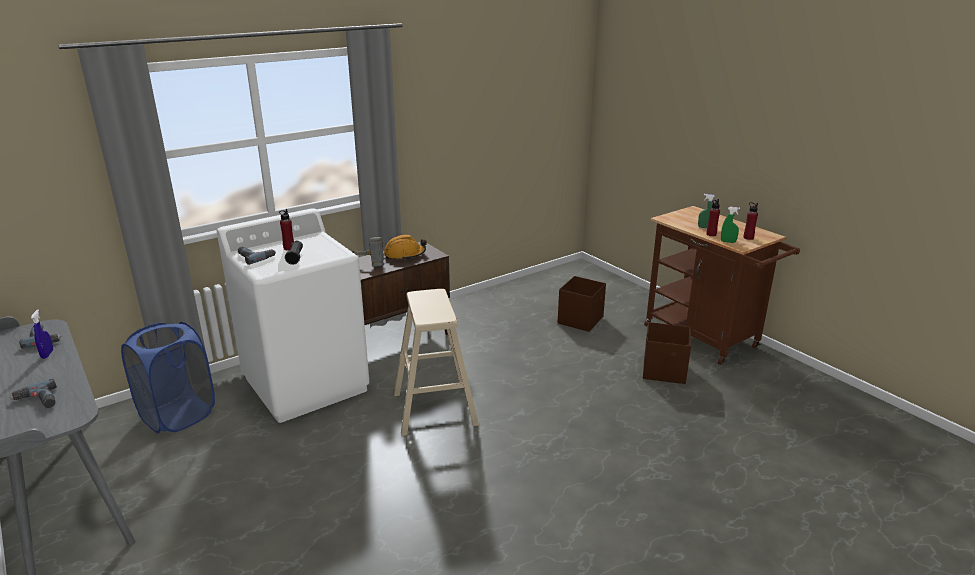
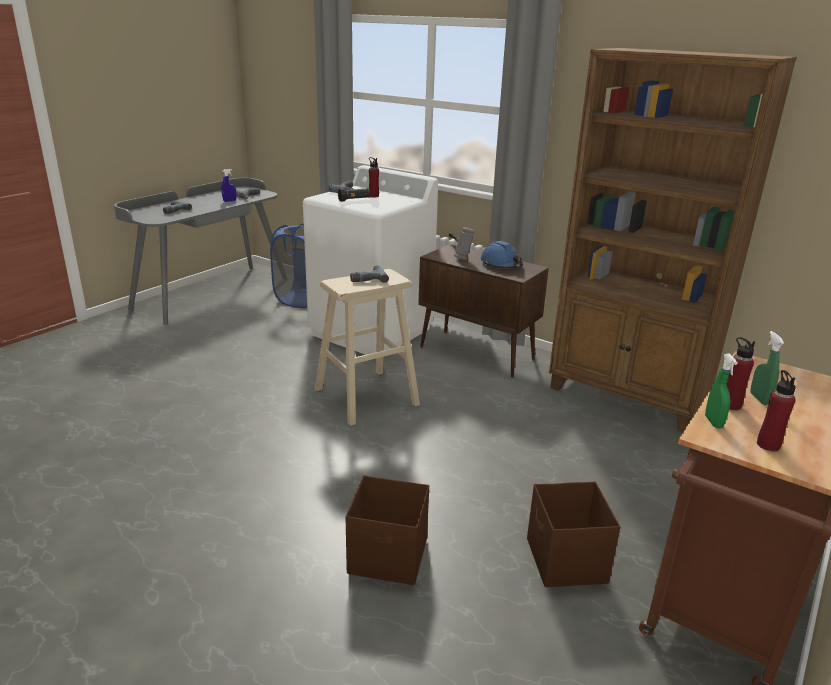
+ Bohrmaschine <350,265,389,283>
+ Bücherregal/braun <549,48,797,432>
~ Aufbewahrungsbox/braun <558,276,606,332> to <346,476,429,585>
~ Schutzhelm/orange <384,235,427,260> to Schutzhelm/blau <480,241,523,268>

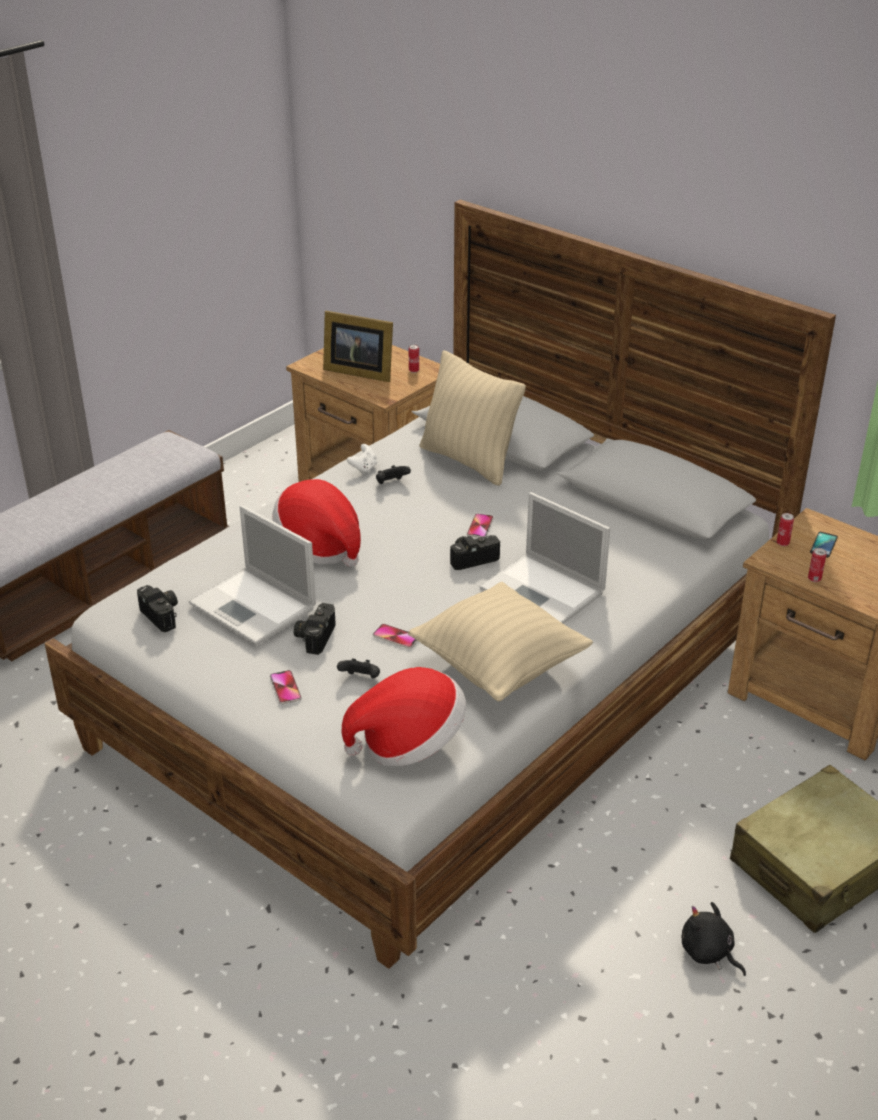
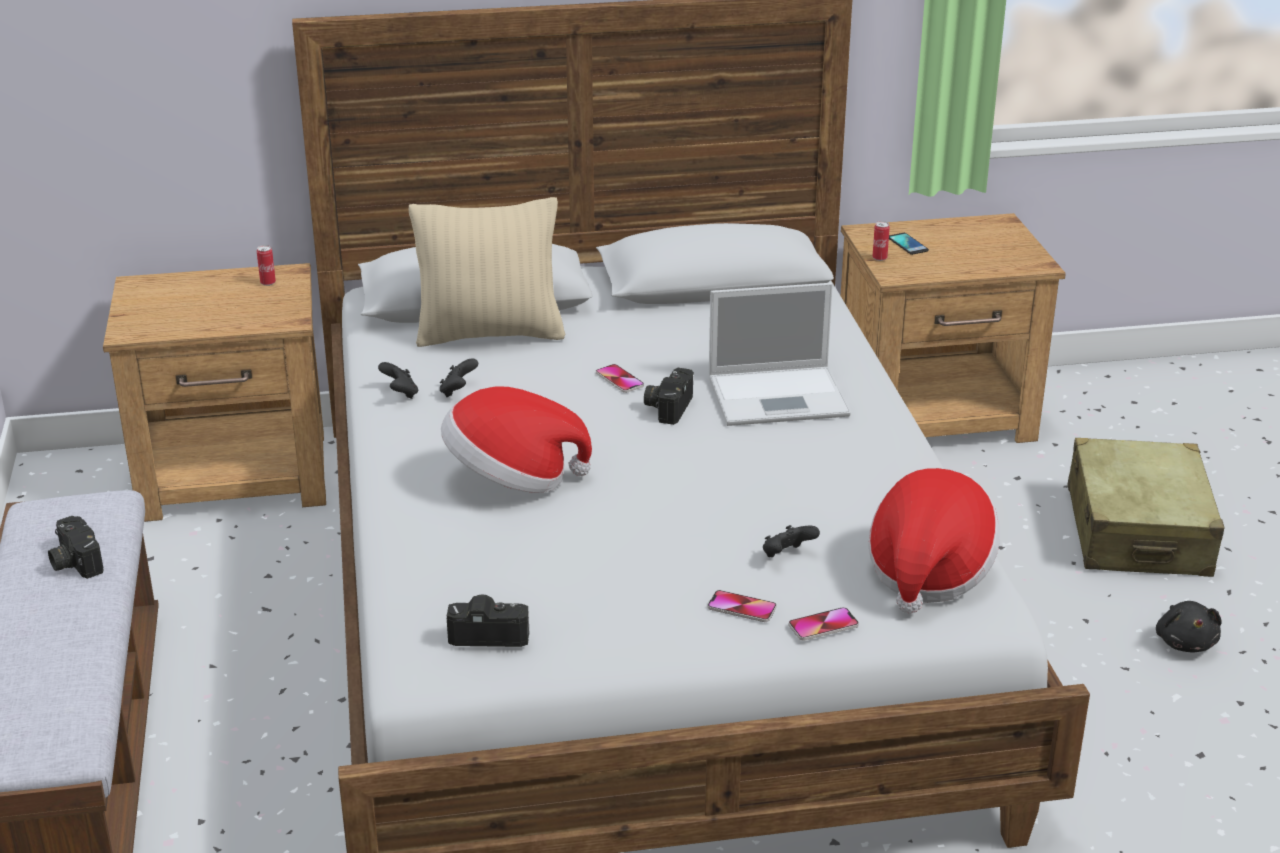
- Laptop <189,505,316,645>
- Bilderrahmen <323,311,393,382>
- Kissen/beige <408,582,593,701>
- Dose <808,548,826,582>
~ Kamera <294,603,336,655> to <48,516,103,579>
~ Handy <373,624,418,649> to <789,607,859,640>
~ Gamepad/weiß <347,444,377,475> to Gamepad/schwarz <378,362,418,399>
~ Plüschtier/schwarz <681,902,746,976> = <1156,601,1222,652> 90 degrees counterclockwise

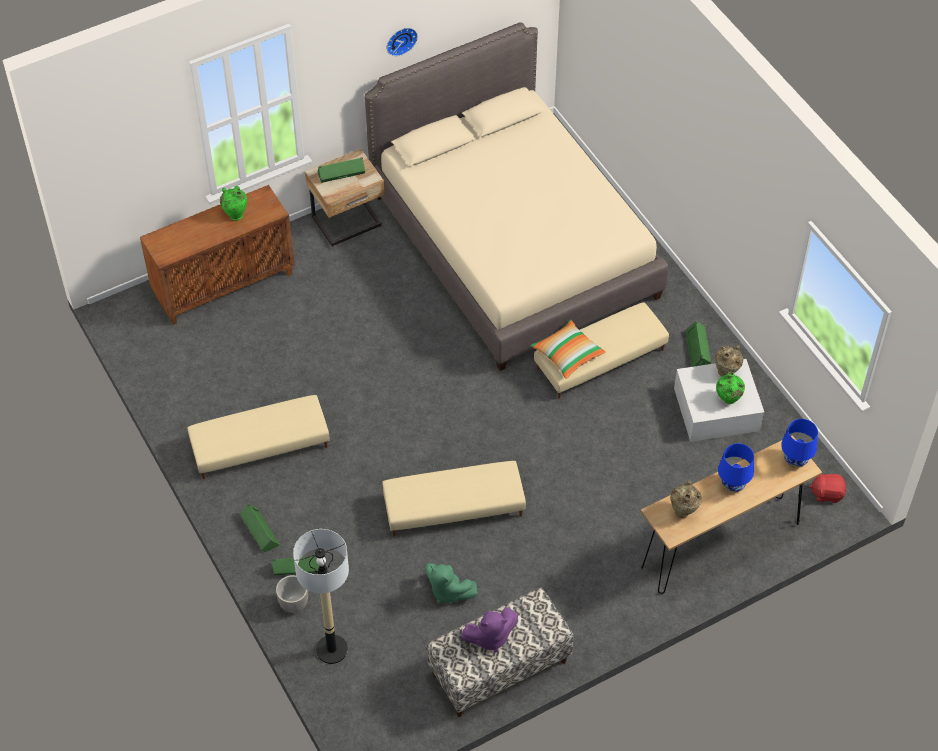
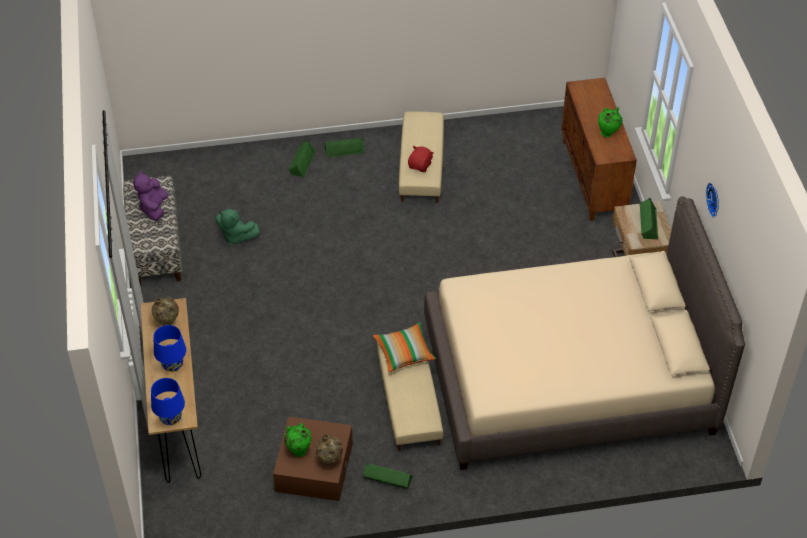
- Pflanzkübel <276,575,308,613>
- Stehlampe <293,529,349,664>
- Polsterhocker/beige <382,461,526,536>
~ Plüschtier/rot <809,474,846,503> to <408,146,434,172>
~ Aufbewahrungsbox/weiß <674,359,764,442> to Aufbewahrungsbox/braun <273,417,353,501>
~ Plüschtier/grün <425,563,478,604> = <215,209,260,246> 120 degrees counterclockwise

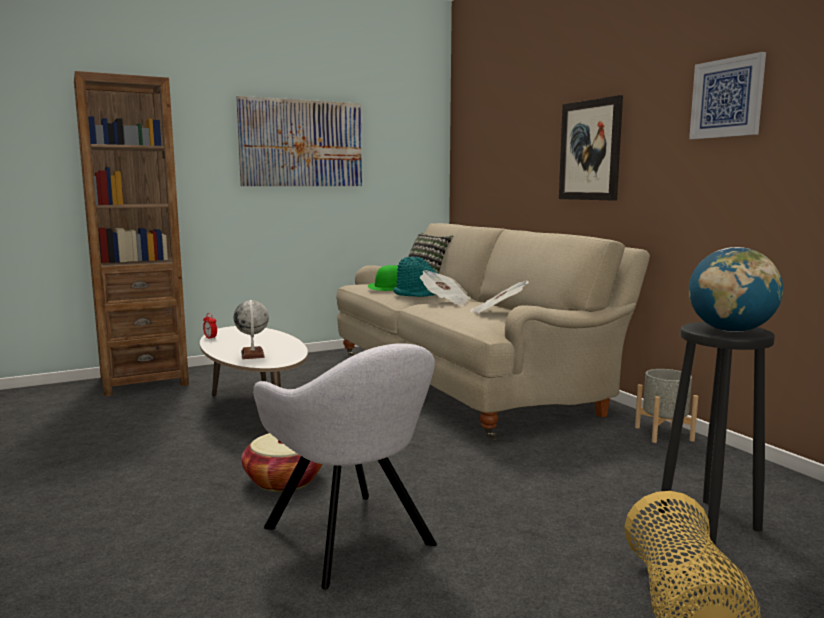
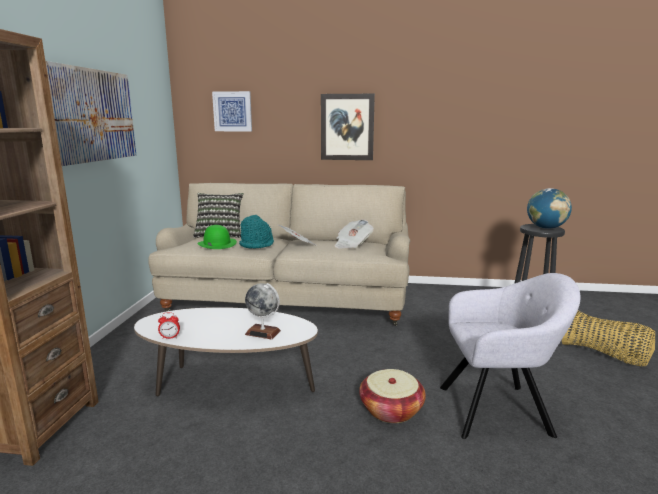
- Pflanzkübel/grau <635,369,698,443>
~ Bild <689,52,766,139> to <212,91,252,131>

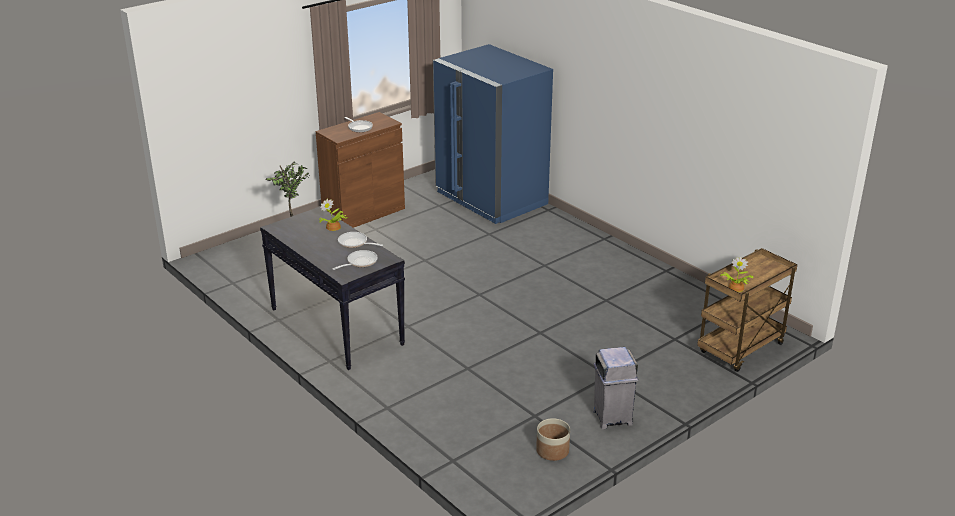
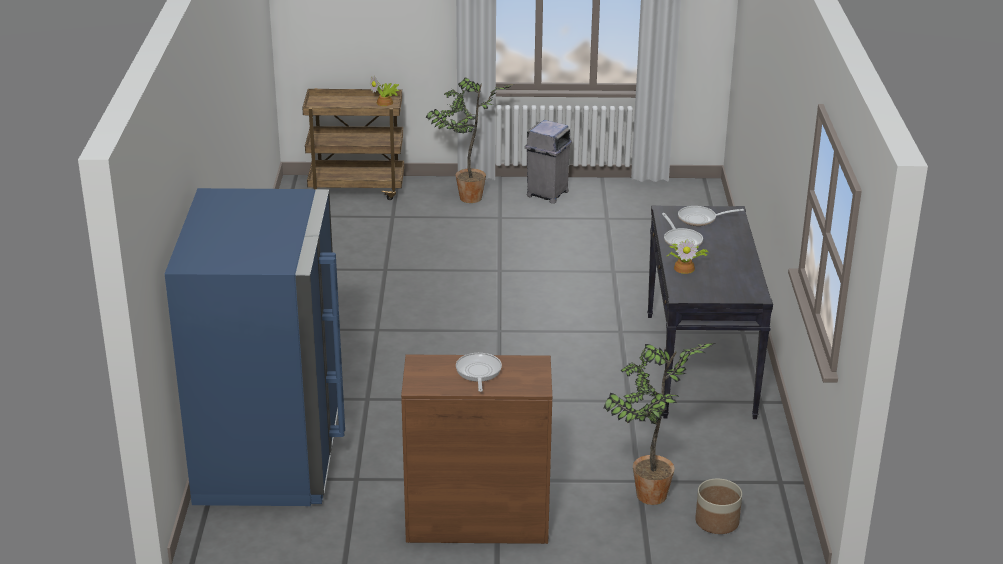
+ Topfpflanze <426,78,510,203>
~ Pflanzkübel <536,418,570,461> to <695,479,742,534>

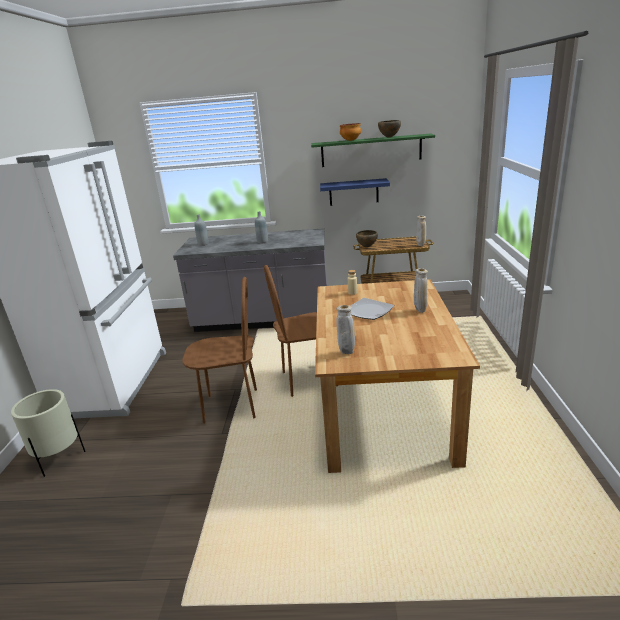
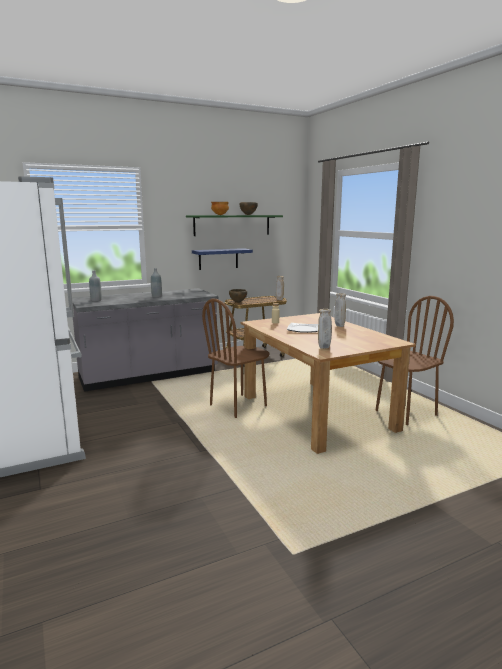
- Pflanzkübel/beige <11,389,85,477>
~ Stuhl/braun <182,277,257,424> to <375,296,454,425>

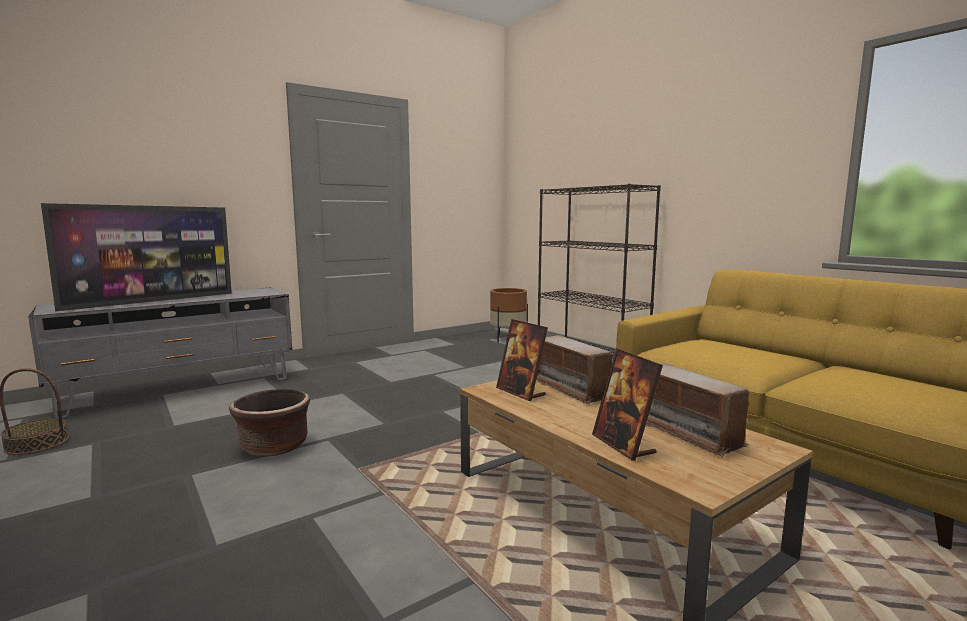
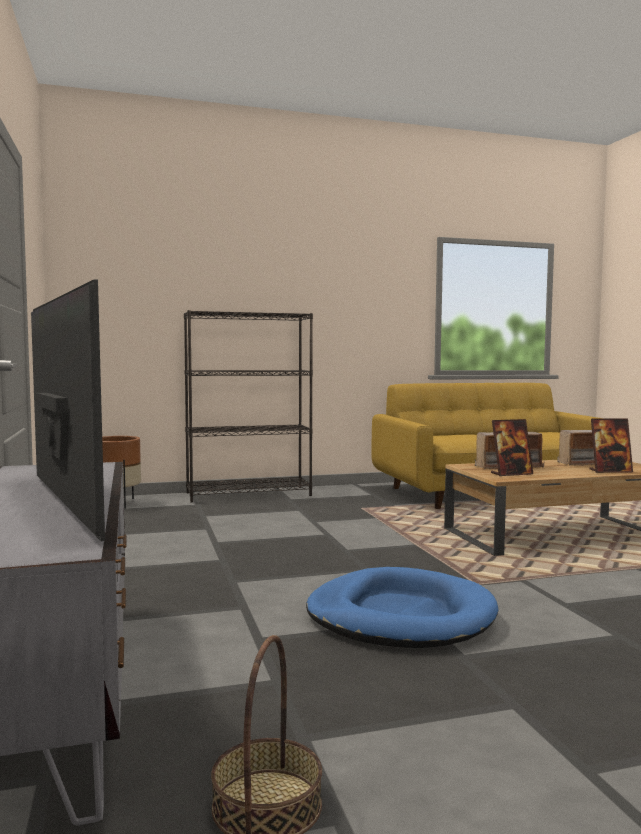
~ Pflanzkübel/braun <229,389,310,456> to Hundebett/blau <306,567,499,648>

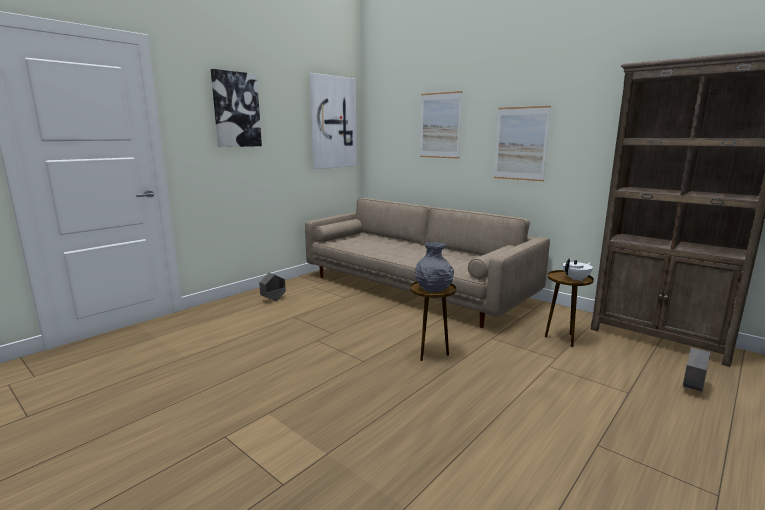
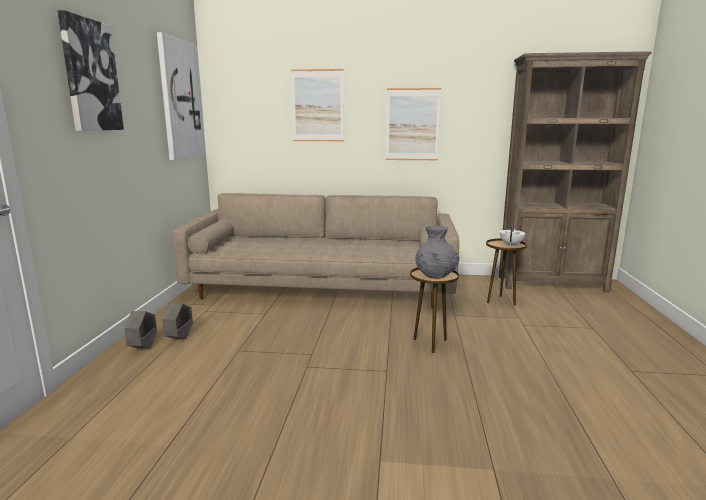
~ Pflanzkübel/grau <683,348,711,392> to <124,311,157,348>

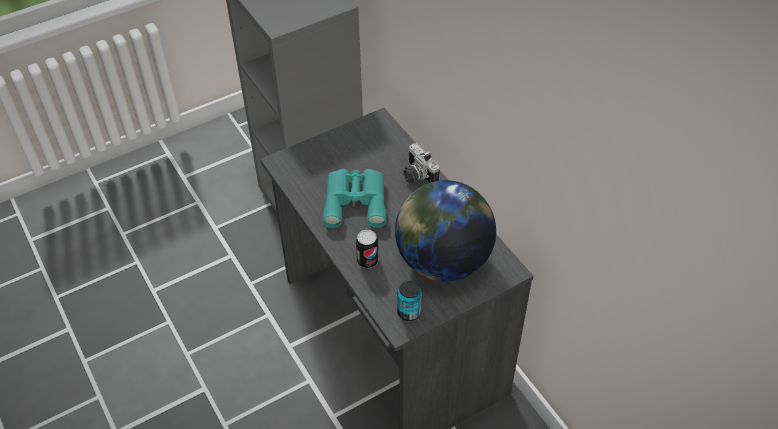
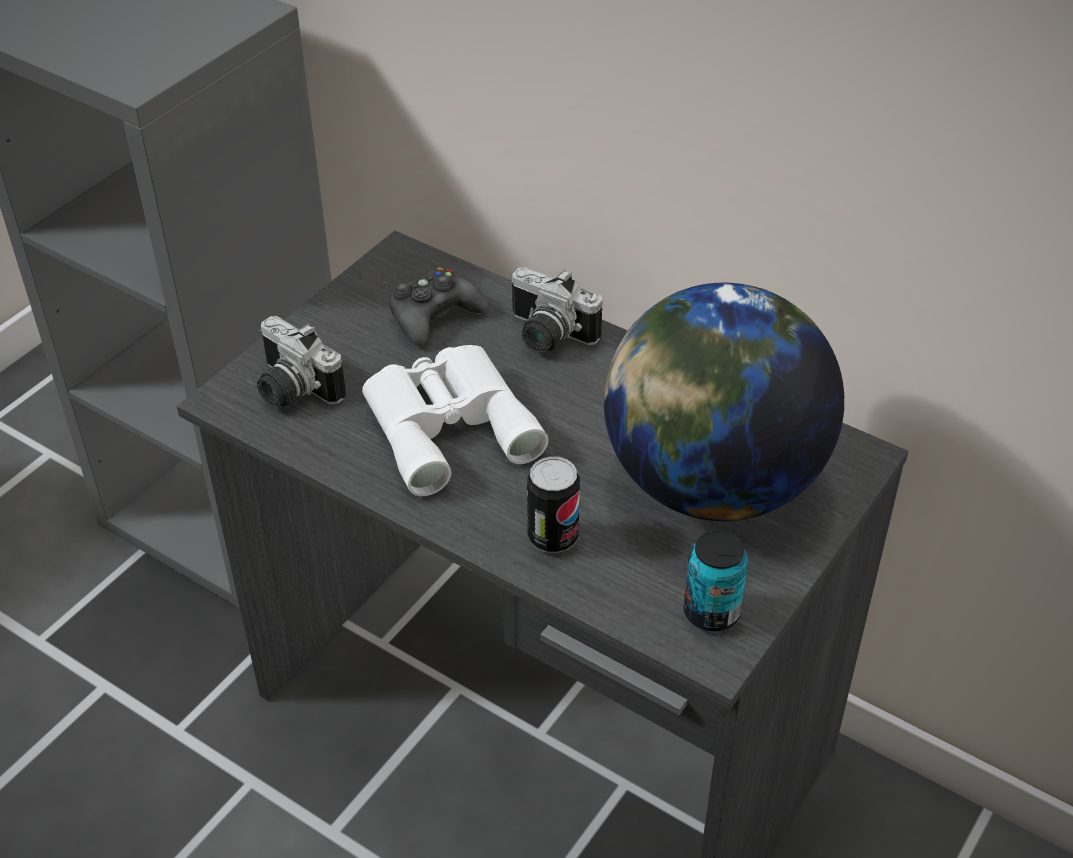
+ Kamera <257,316,346,408>
+ Gamepad/schwarz <390,267,488,346>
~ Fernglas/türkis <322,169,386,228> to Fernglas/weiß <362,345,549,496>

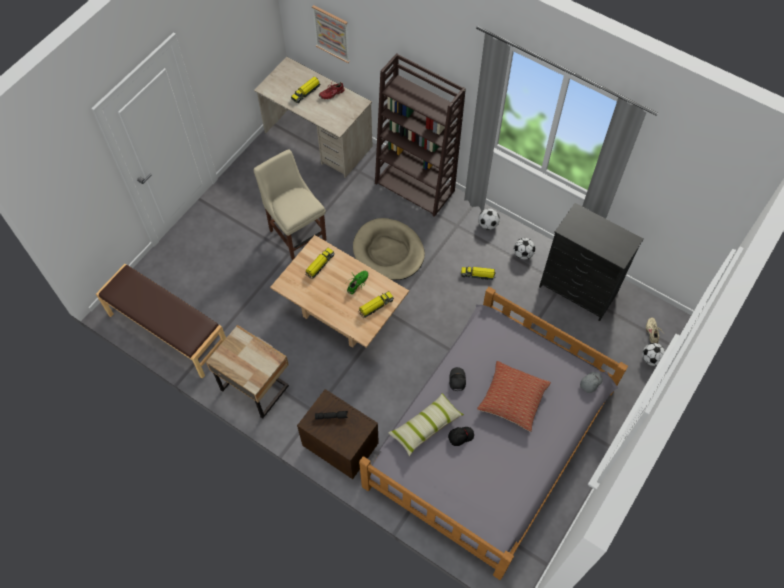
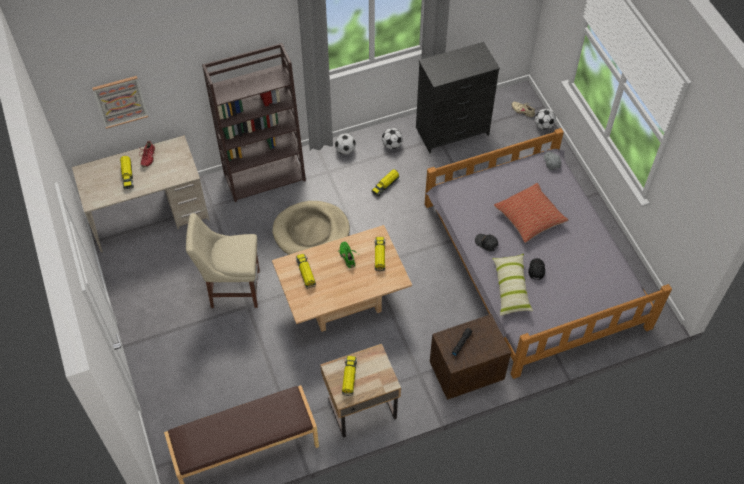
+ Spielzeuglaster <342,356,357,396>

